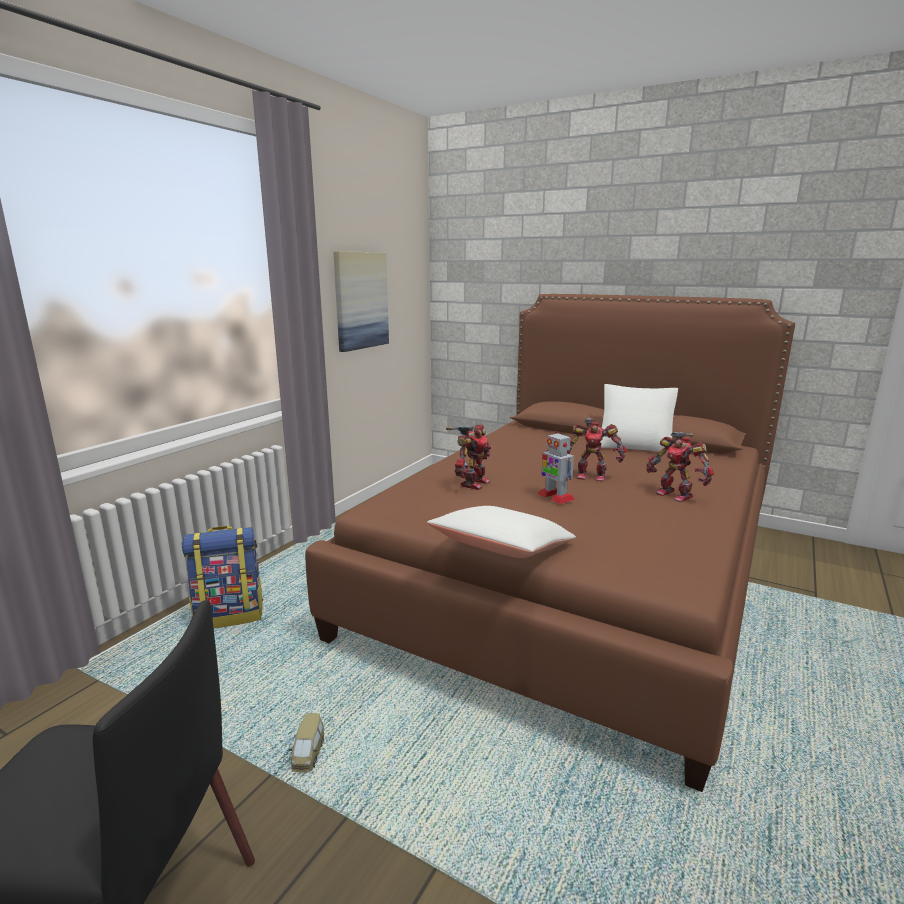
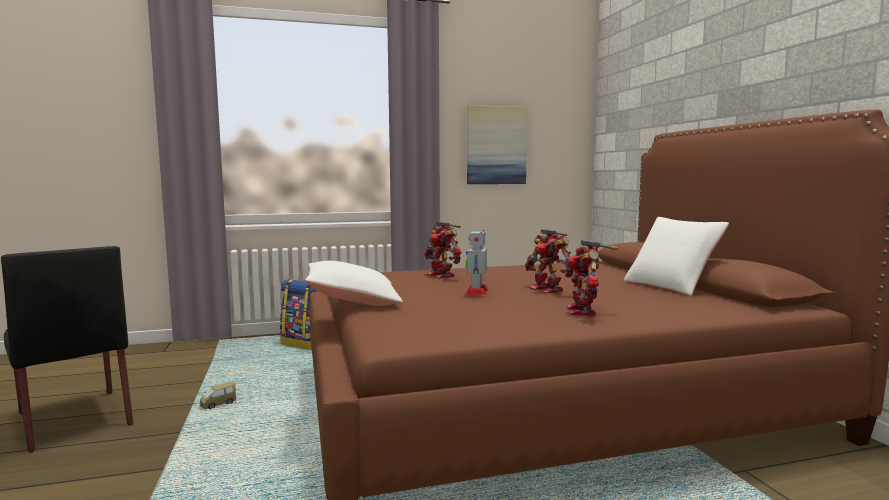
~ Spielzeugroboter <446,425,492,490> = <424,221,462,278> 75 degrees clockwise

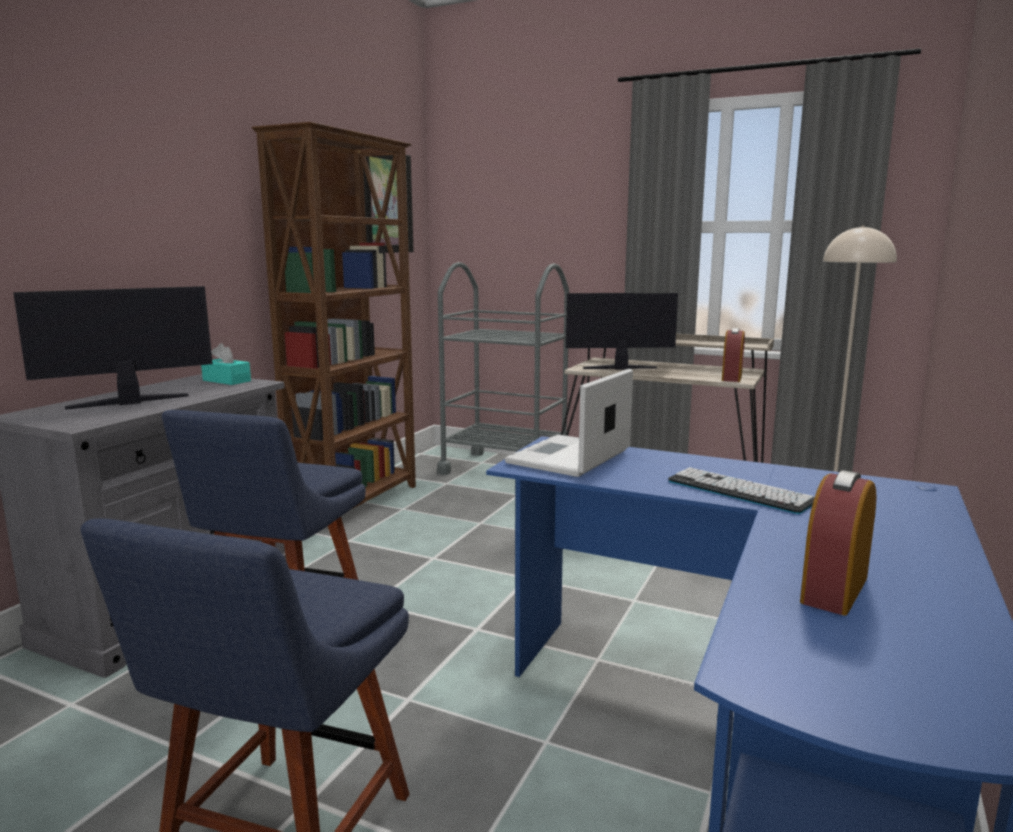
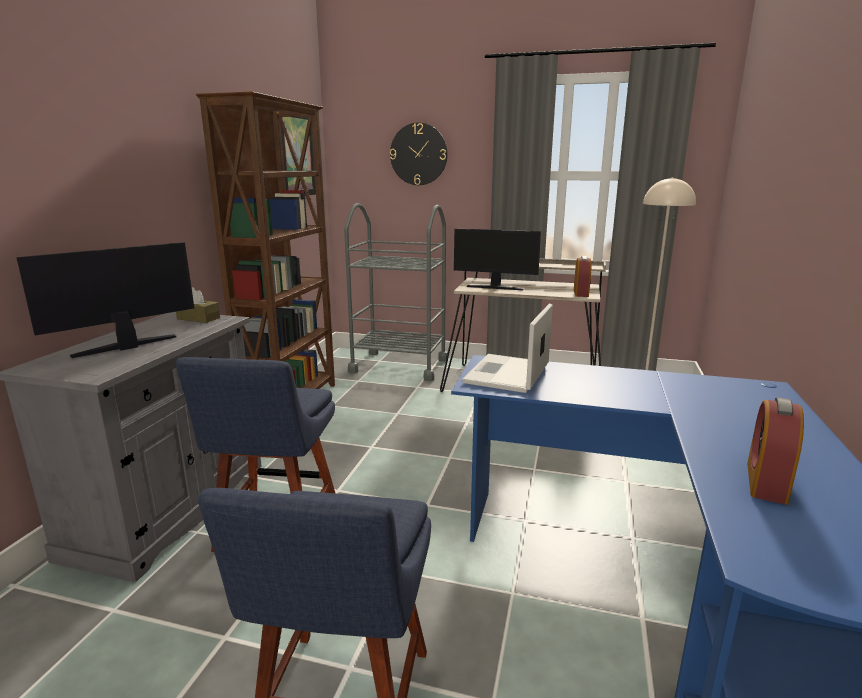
- Tastatur <668,467,814,514>
+ Wanduhr <390,123,448,185>
~ Taschentuchbox/türkis <201,343,251,385> to Taschentuchbox/braun <176,287,220,323>
~ Monitor <566,293,678,370> = <454,229,541,290> 150 degrees counterclockwise

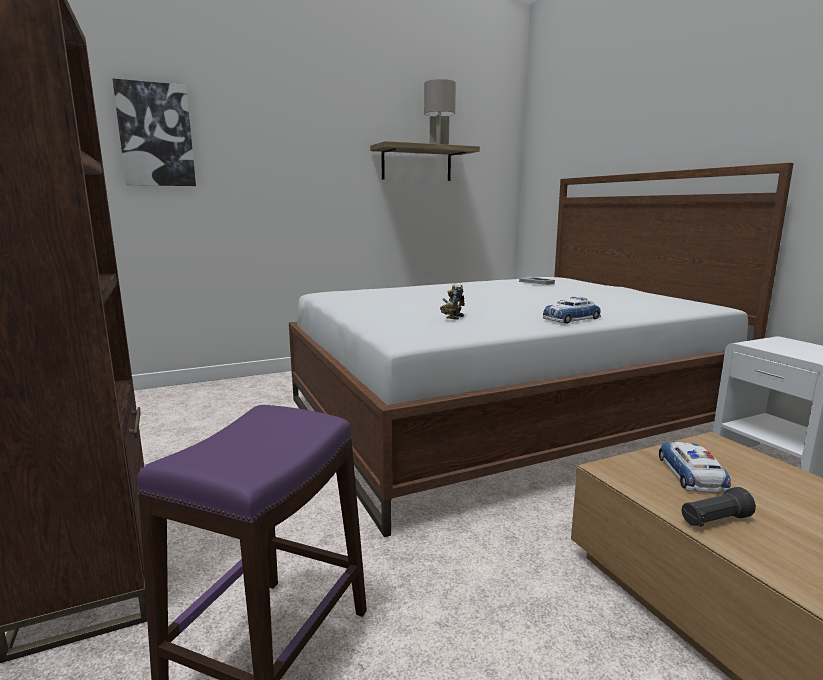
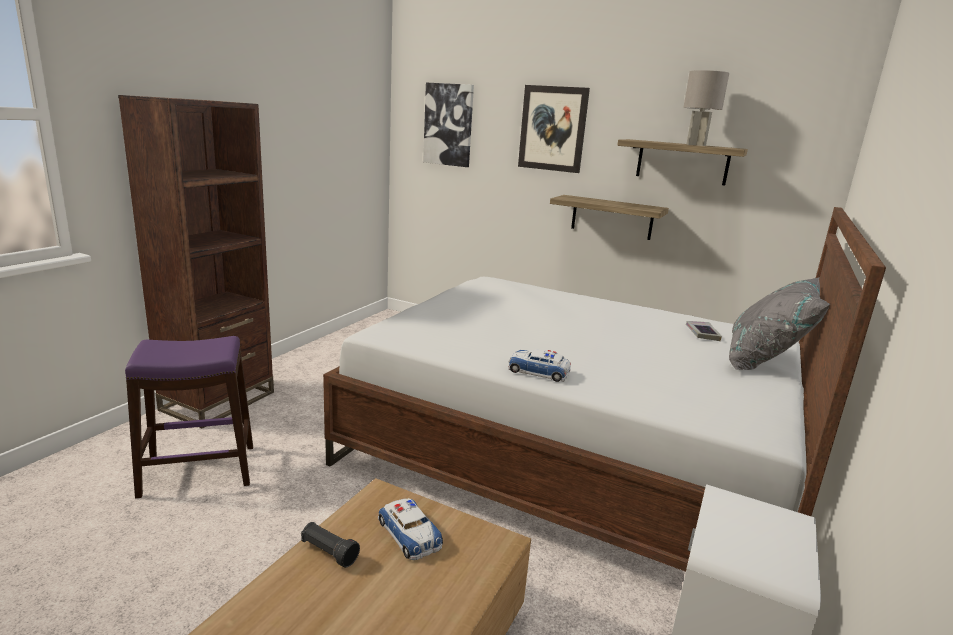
- Spielzeugroboter <440,285,465,320>
+ Bild <518,85,590,173>
+ Wandregal <550,195,669,240>
+ Kissen/grau <729,277,830,370>
~ Spielzeugauto <659,442,731,493> = <378,498,443,560> 90 degrees clockwise

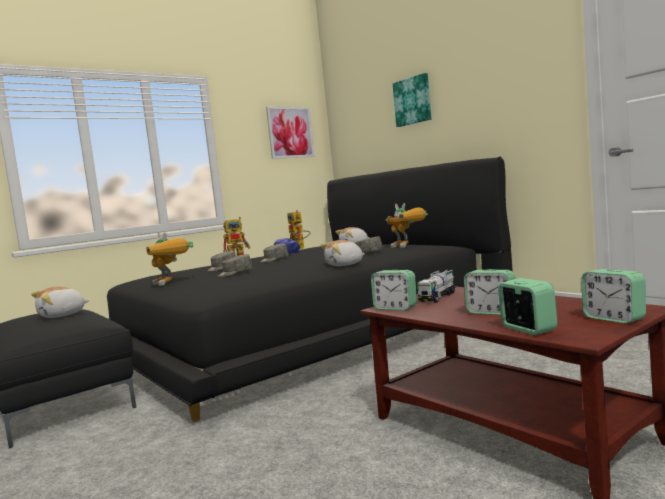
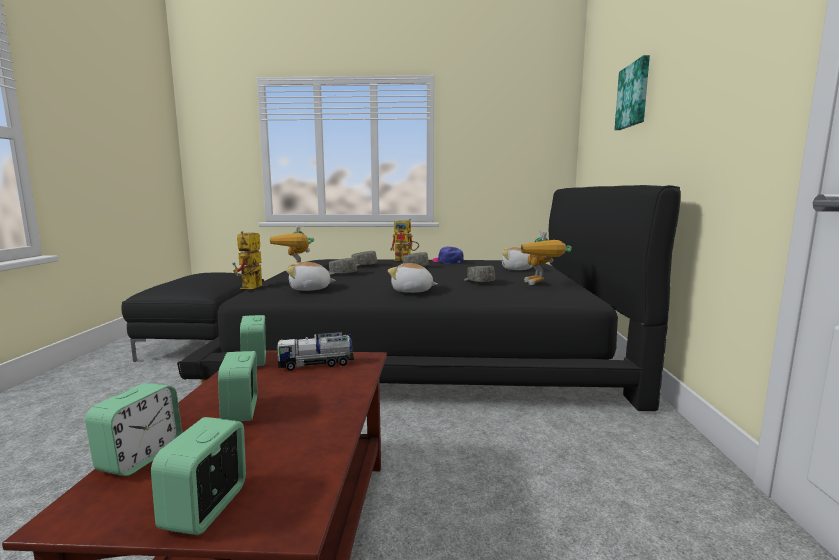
- Bild <266,107,315,159>
~ Plüschtier <31,287,90,318> to <286,262,336,291>
~ Spielzeugroboter <287,210,310,249> to <233,231,263,289>

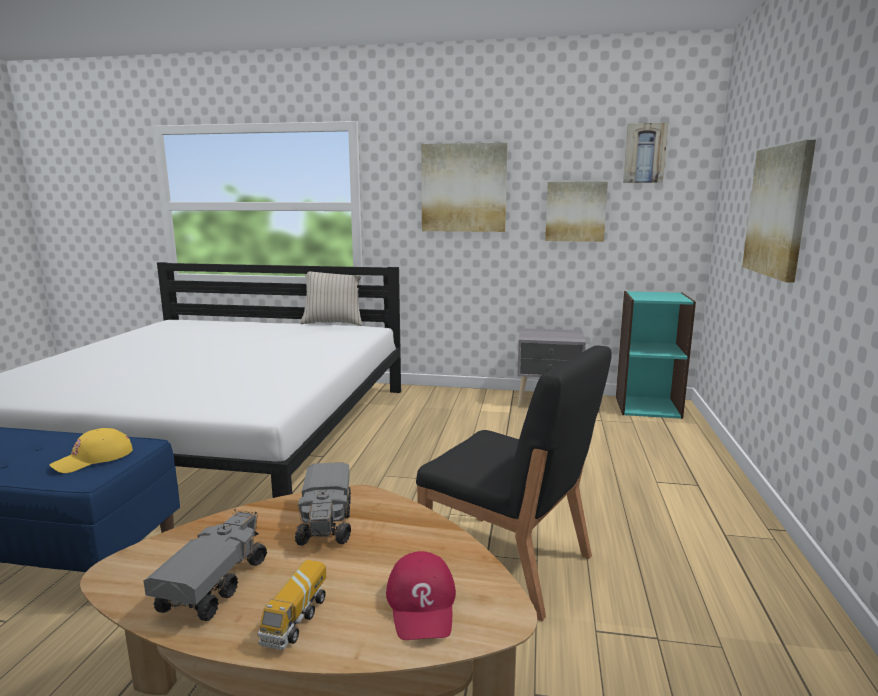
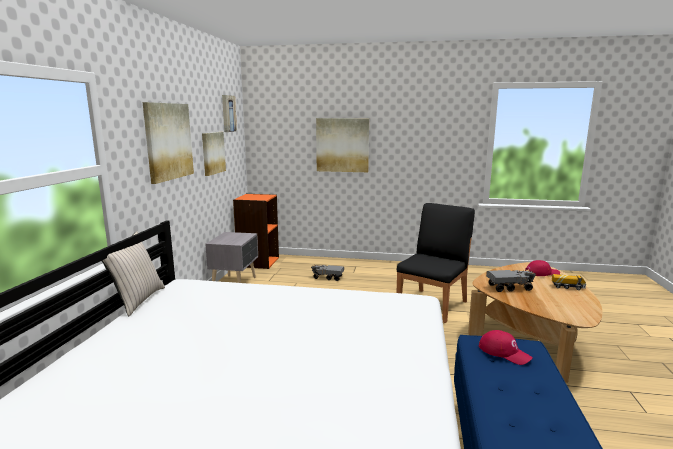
~ Spielzeuglaster <143,509,267,621> to <312,265,344,281>
~ Kappe/gelb <49,428,133,473> to Kappe/rot <479,330,533,365>
~ Bücherregal/türkis <616,291,696,419> to Bücherregal/orange <233,194,279,269>

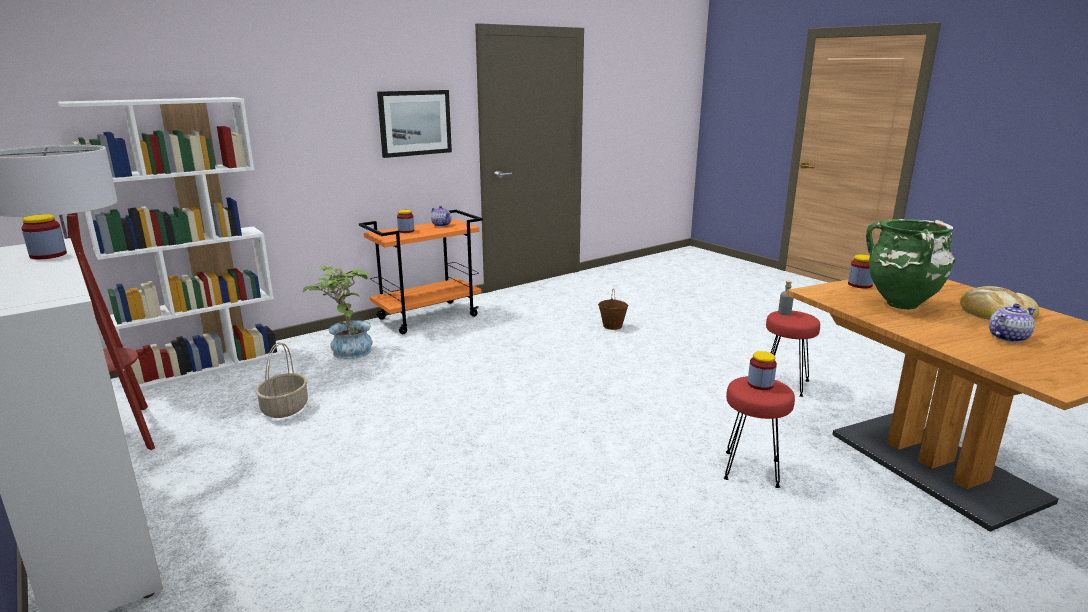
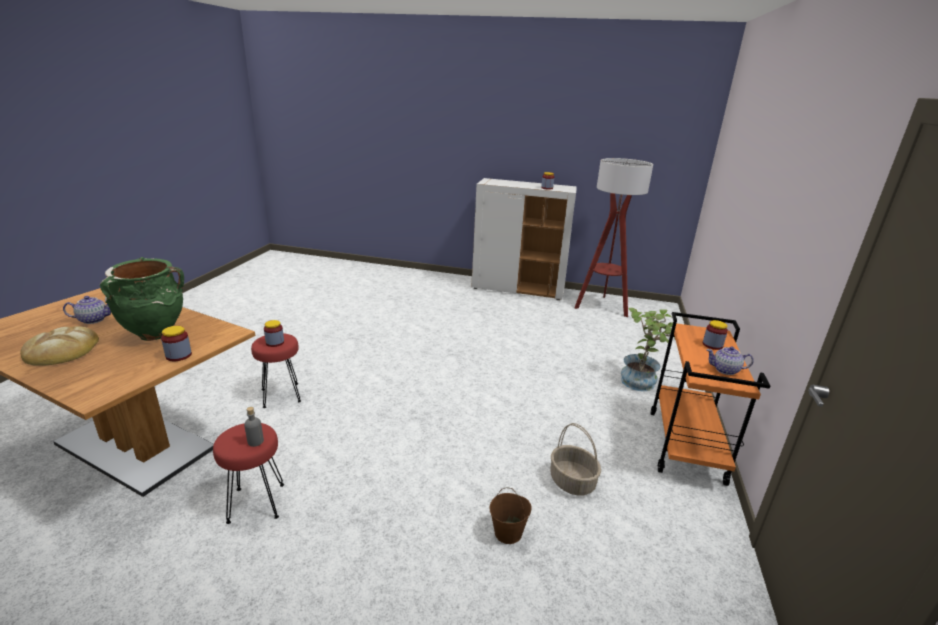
- Bücherregal/weiß <58,97,282,390>
- Bild <377,90,452,158>
~ Korb <255,342,308,418> to <551,423,601,495>
~ Teekanne <989,304,1036,343> = <63,296,111,324> 135 degrees counterclockwise

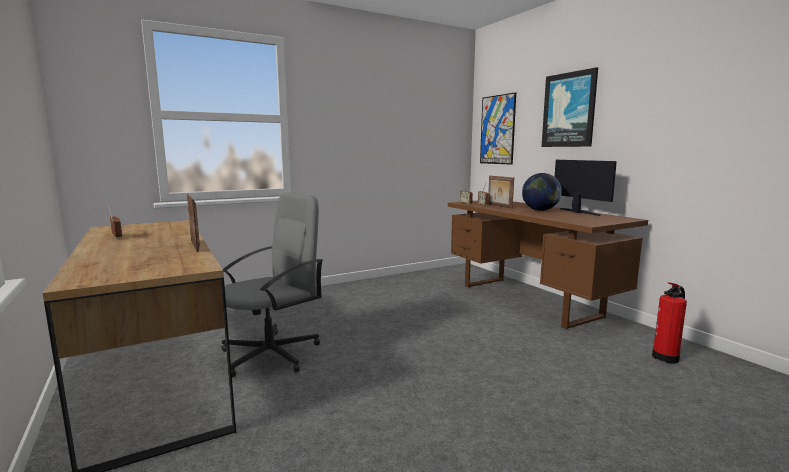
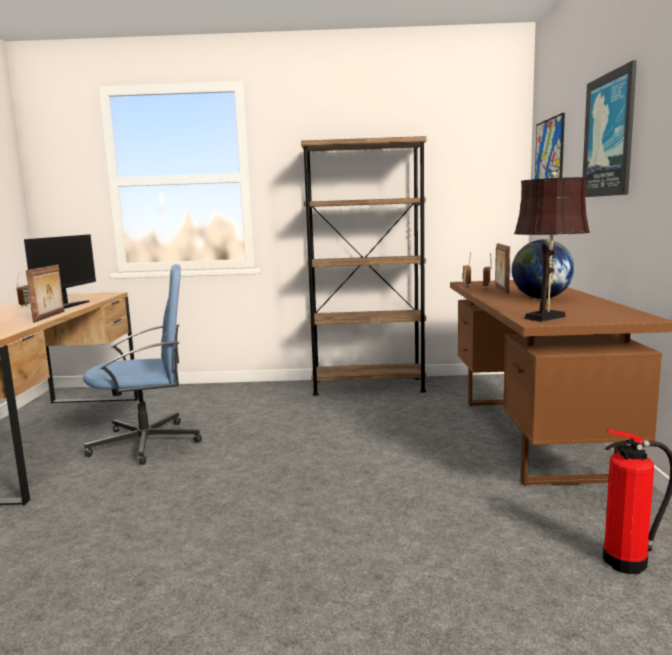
+ Bücherregal/braun <301,136,427,396>
+ Tischlampe/braun <514,172,590,322>
~ Monitor <555,160,617,216> to <24,234,96,309>
~ Bürostuhl/grau <222,192,323,378> to Bürostuhl/blau <83,264,202,465>

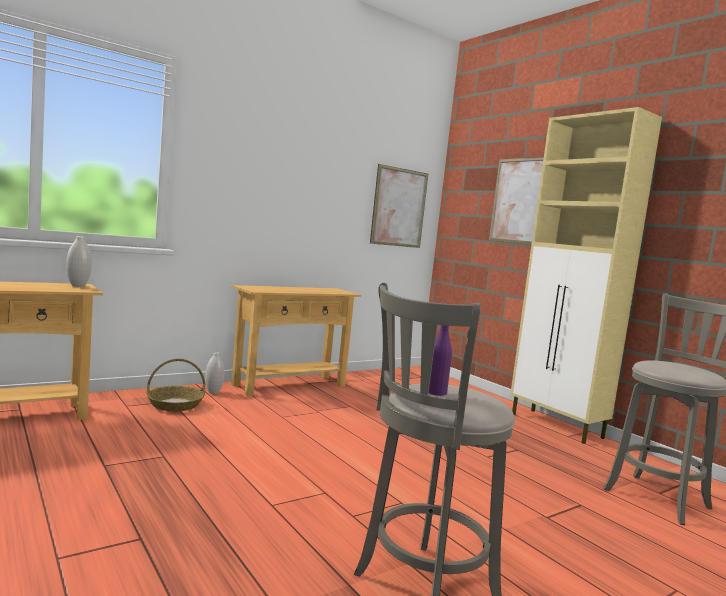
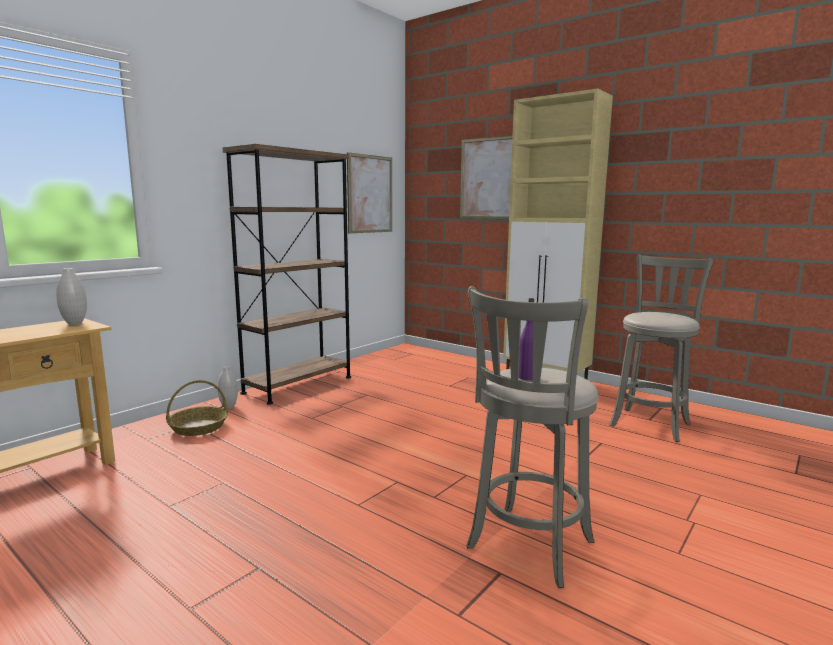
~ Konsolentisch/beige <231,285,361,396> to Bücherregal/braun <223,144,351,405>

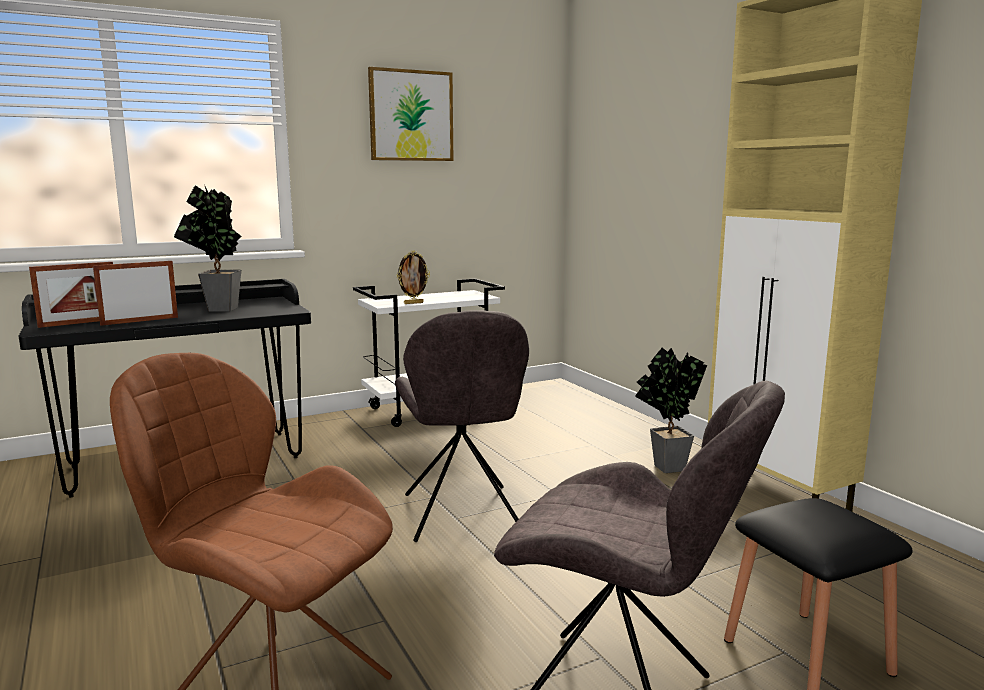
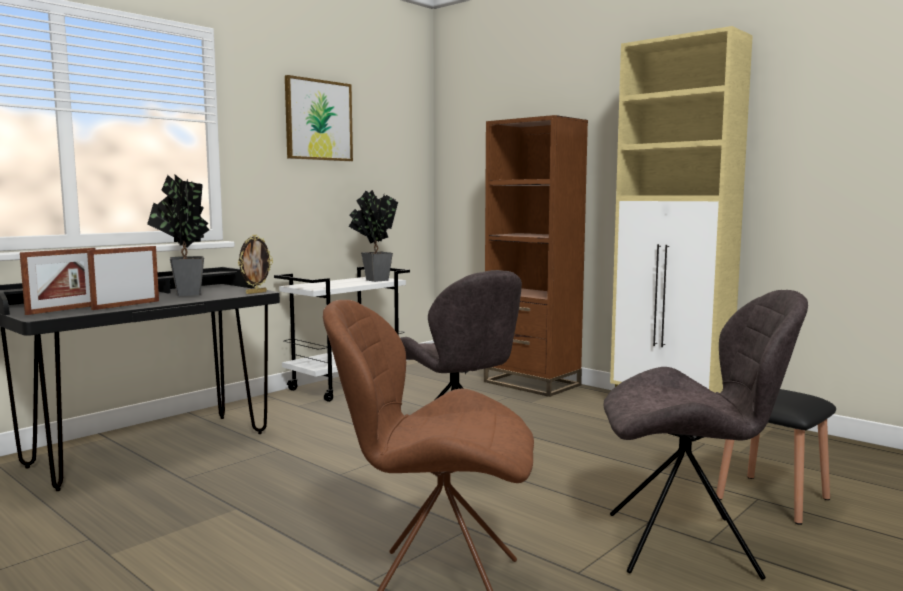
+ Bücherregal/braun <484,115,588,397>
~ Bilderrahmen <397,251,430,304> to <238,234,273,294>
~ Topfpflanze <635,348,707,473> to <349,190,398,282>

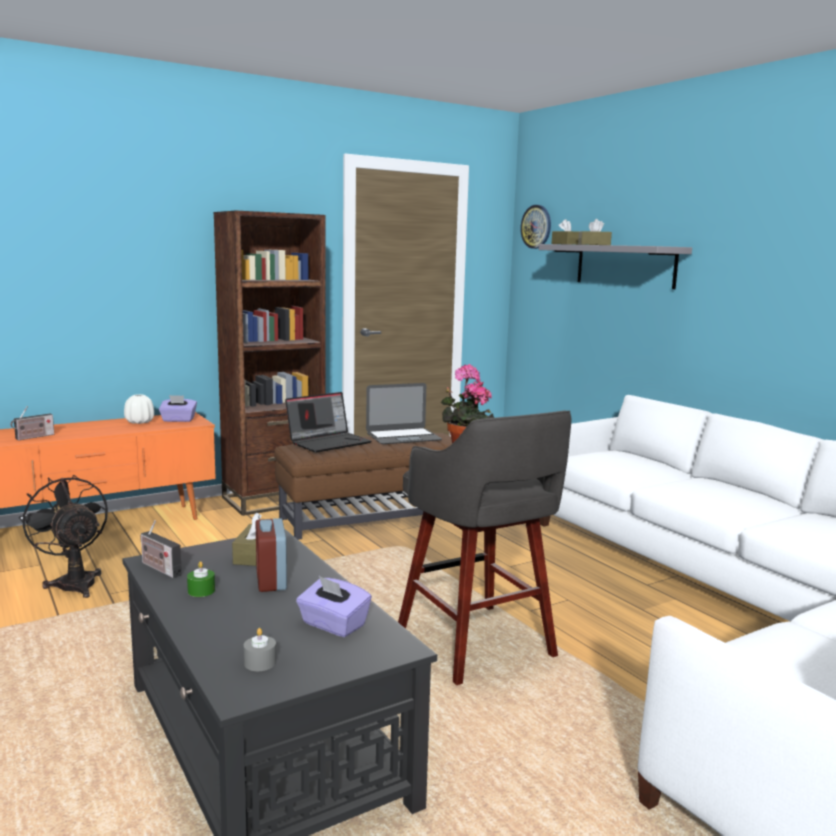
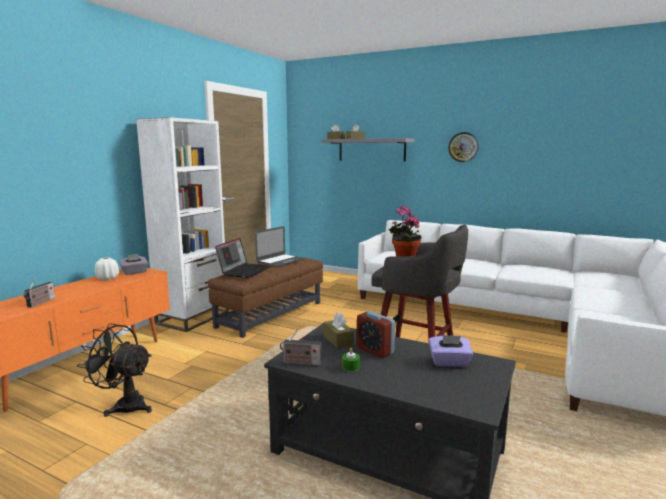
- Kerze/grau <244,628,276,671>
~ Wanduhr <520,205,551,249> to <448,132,479,162>
~ Taschentuchbox/lila <159,395,197,422> to Taschentuchbox/grau <119,254,148,275>
~ Bücherregal/braun <214,210,326,516> to Bücherregal/weiß <136,117,229,332>

